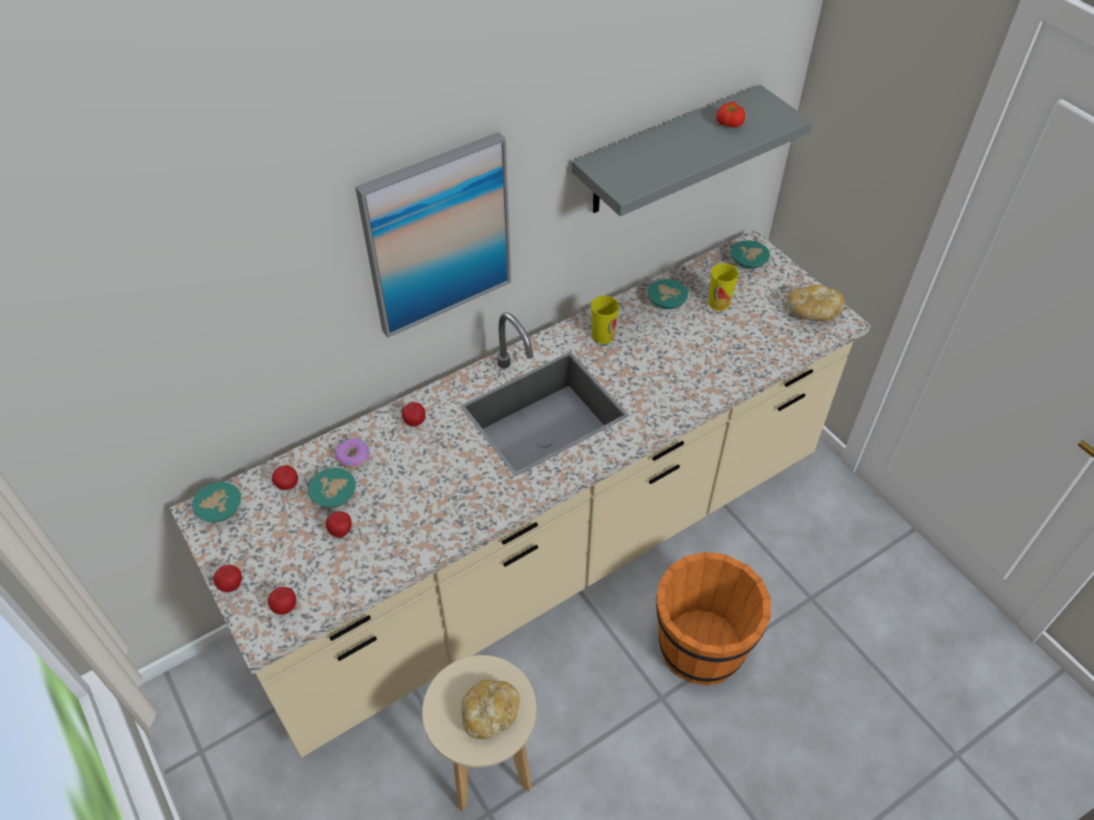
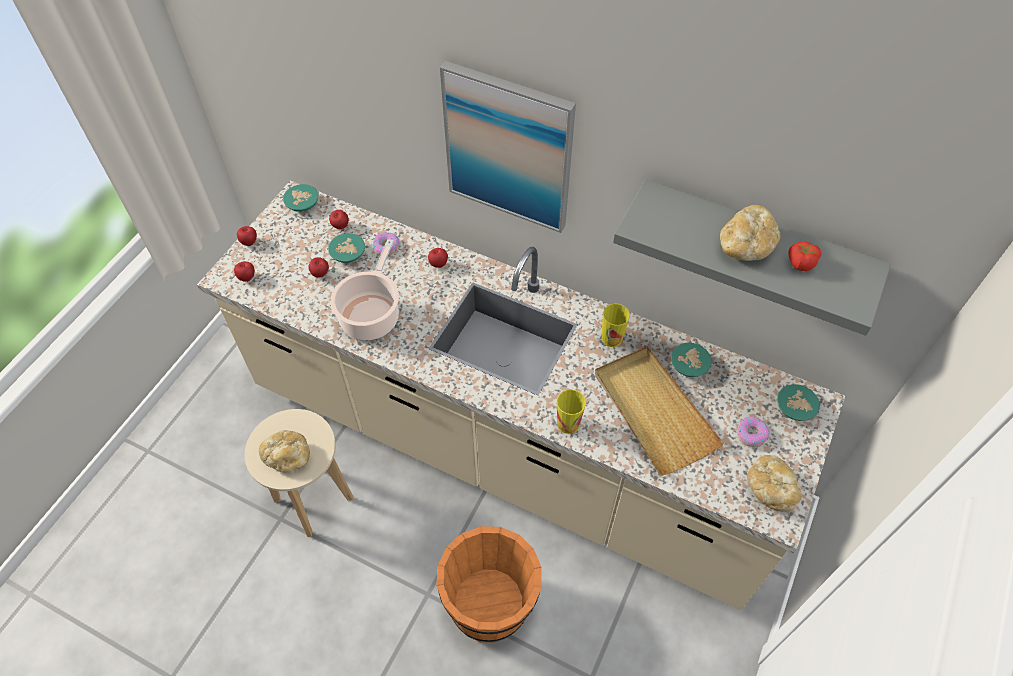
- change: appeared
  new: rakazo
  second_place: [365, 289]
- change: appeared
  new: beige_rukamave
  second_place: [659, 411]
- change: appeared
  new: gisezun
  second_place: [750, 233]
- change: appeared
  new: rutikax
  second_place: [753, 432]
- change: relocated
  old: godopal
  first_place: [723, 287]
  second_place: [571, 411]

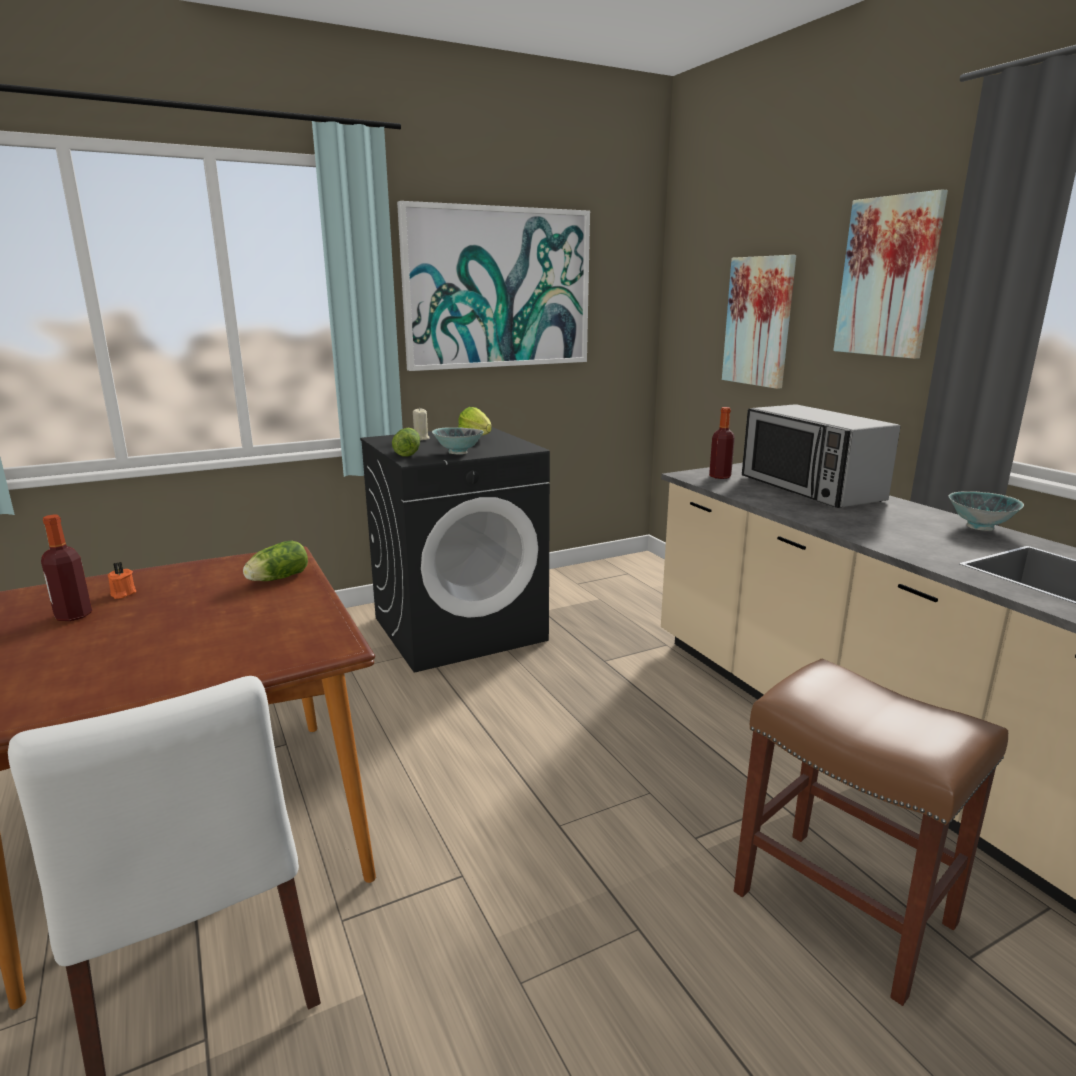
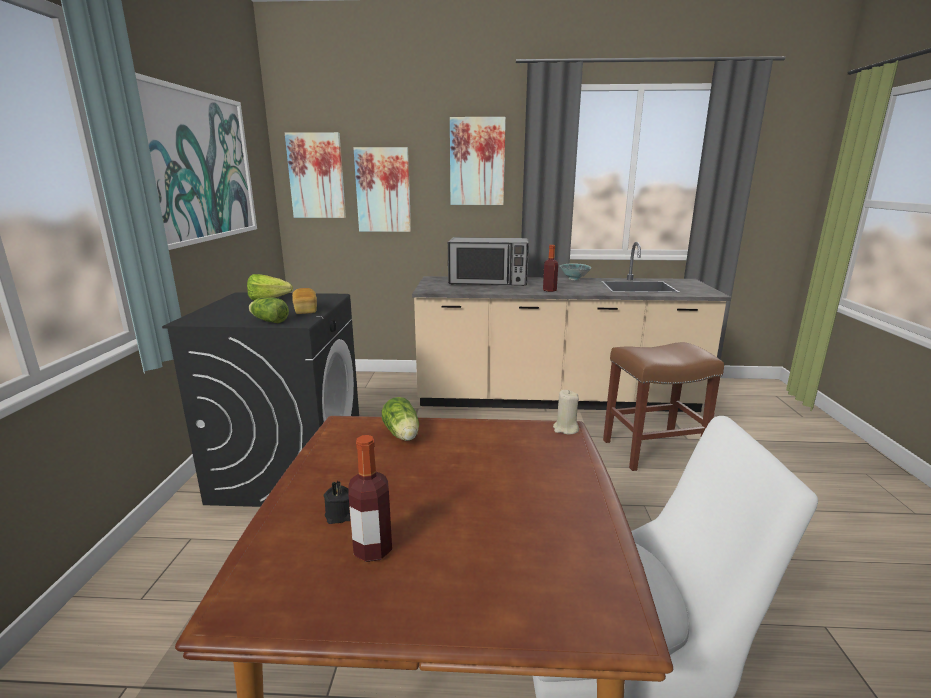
- change: appeared
  new: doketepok
  second_place: [315, 175]
- change: relocated
  old: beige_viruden
  first_place: [421, 424]
  second_place: [566, 412]
- change: relocated
  old: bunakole
  first_place: [722, 443]
  second_place: [550, 268]
- change: exchanged
  old: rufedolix
  new: gisezun
  first_place: [458, 441]
  second_place: [304, 301]
- change: colour
  old: orange_viruden
  new: black_viruden
  first_place: [122, 580]
  second_place: [337, 502]

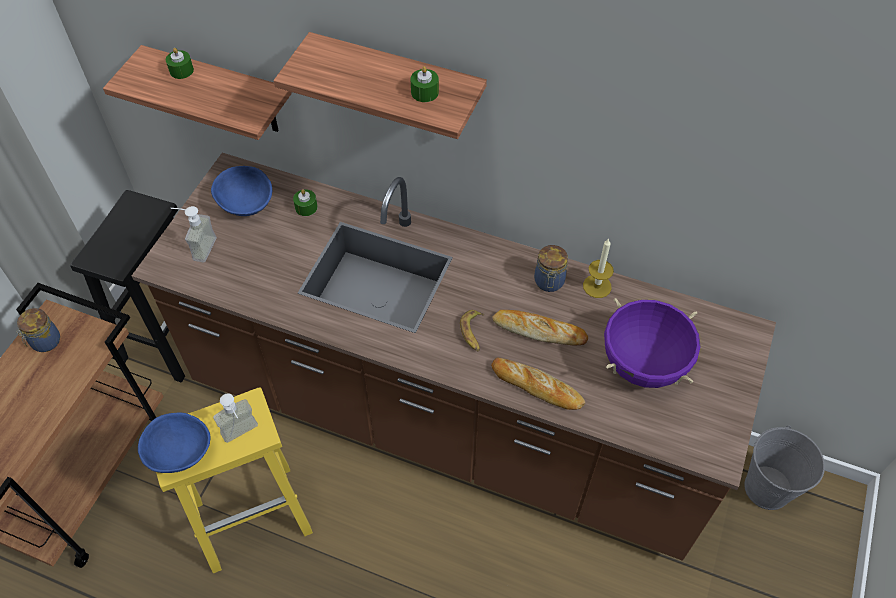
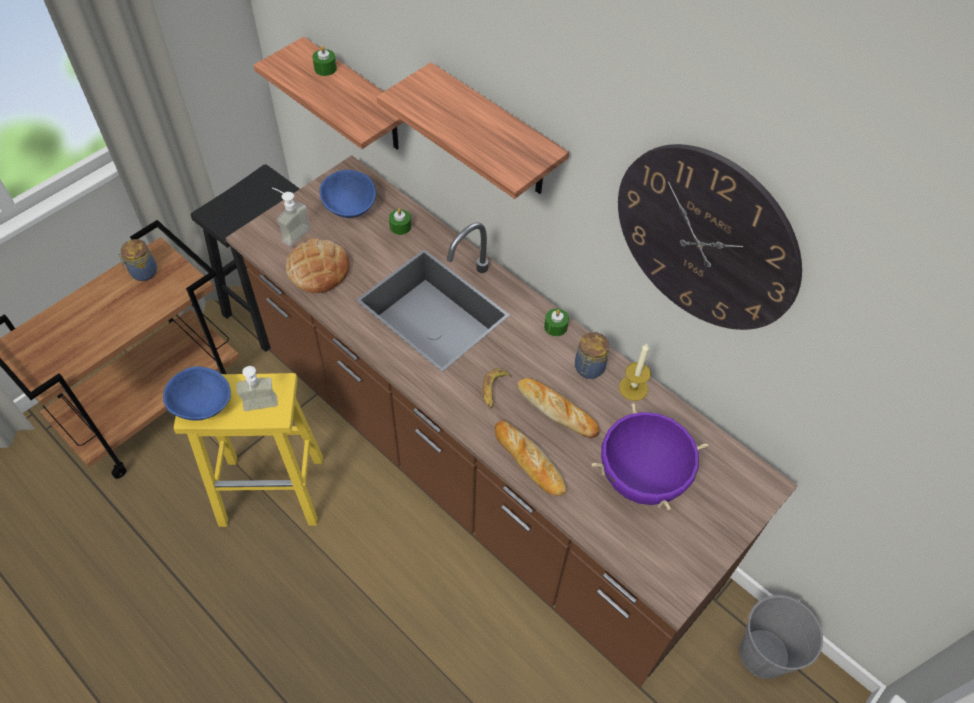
- change: appeared
  new: gisezun
  second_place: [318, 266]
- change: appeared
  new: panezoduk
  second_place: [710, 237]
- change: relocated
  old: green_viruden
  first_place: [425, 84]
  second_place: [556, 322]

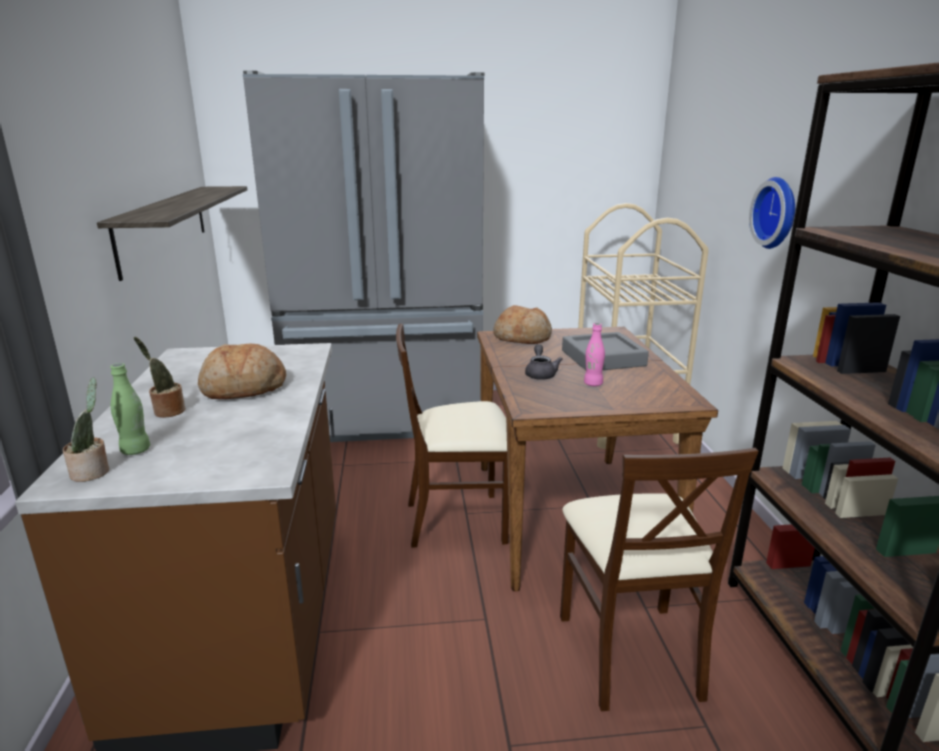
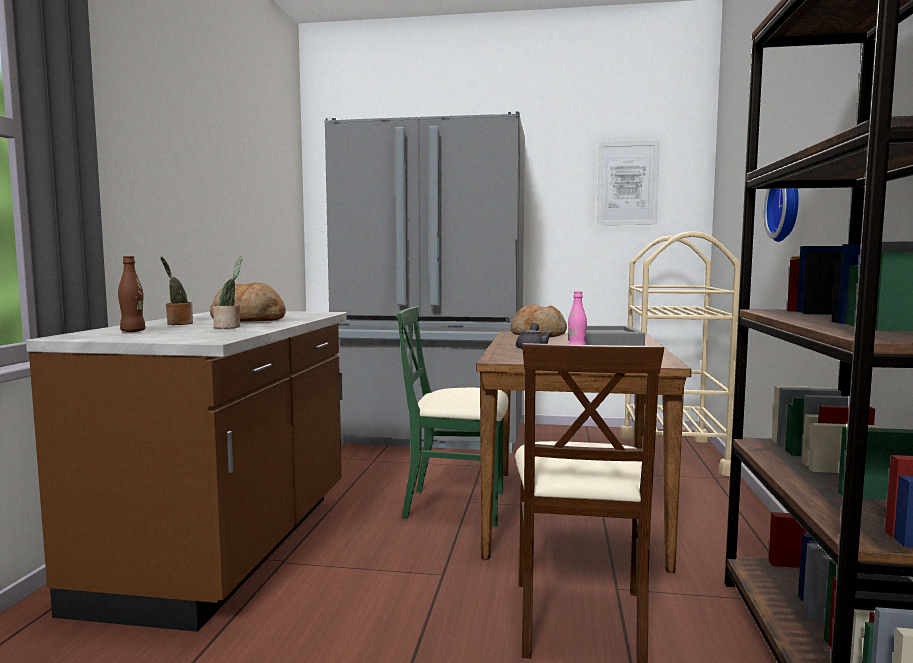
- change: missing
  old: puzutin
  first_place: [172, 233]
- change: appeared
  new: doketepok
  second_place: [628, 182]
- change: relocated
  old: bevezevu
  first_place: [86, 429]
  second_place: [227, 292]
- change: colour
  old: green_bunakole
  new: brown_bunakole
  first_place: [130, 409]
  second_place: [132, 294]
- change: colour
  old: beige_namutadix
  new: green_namutadix
  first_place: [452, 435]
  second_place: [452, 416]

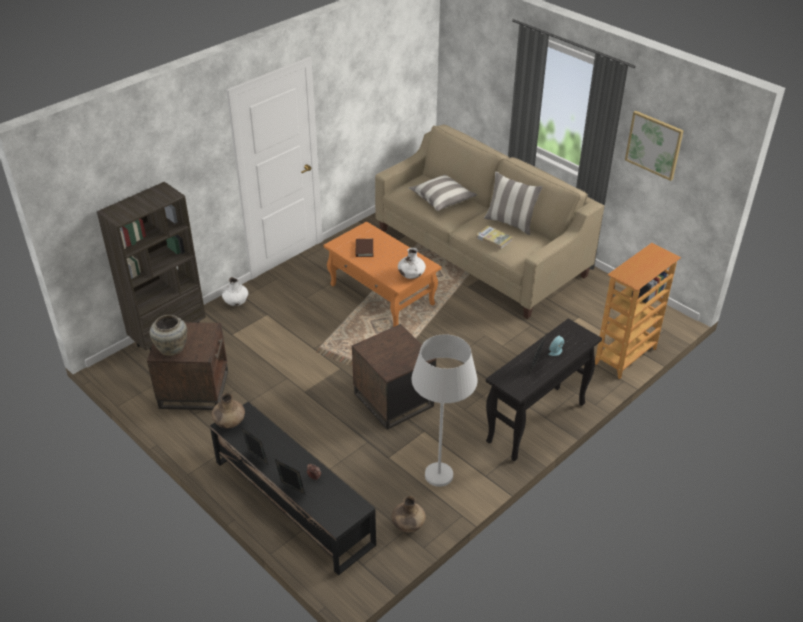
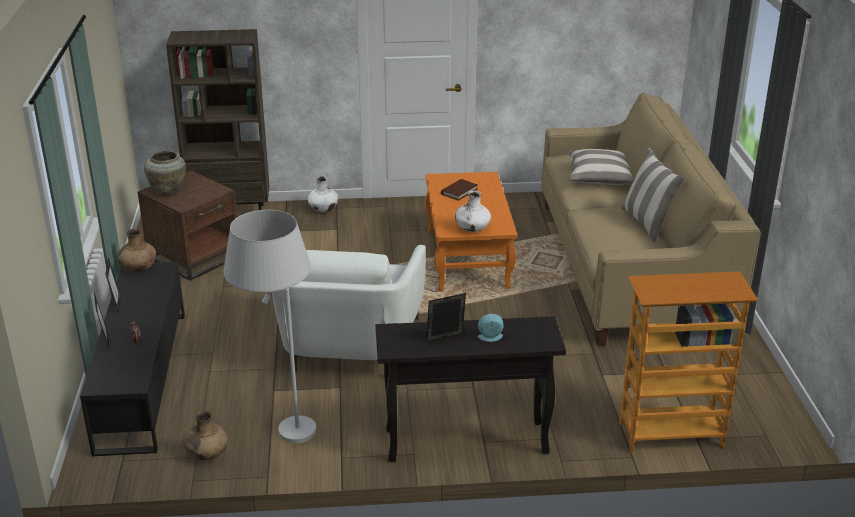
- change: missing
  old: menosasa
  first_place: [494, 237]
- change: missing
  old: doketepok
  first_place: [654, 146]
- change: exchanged
  old: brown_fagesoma
  new: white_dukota
  first_place: [394, 377]
  second_place: [349, 309]

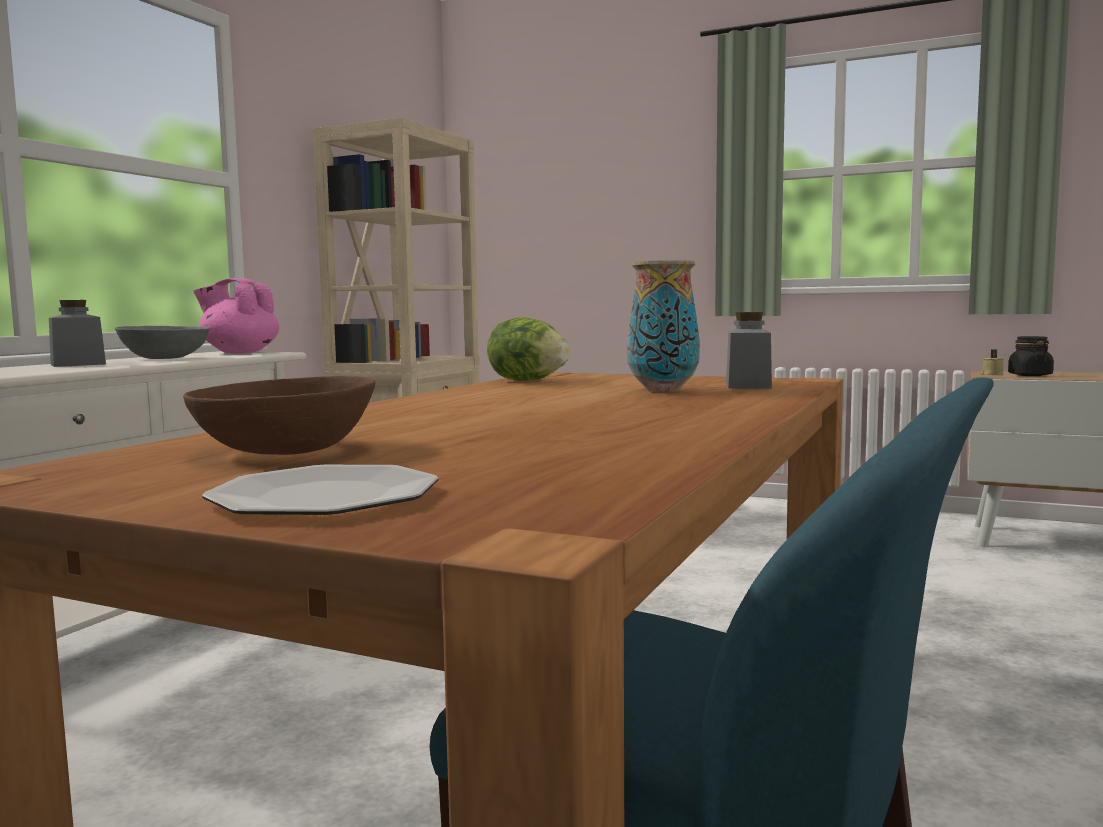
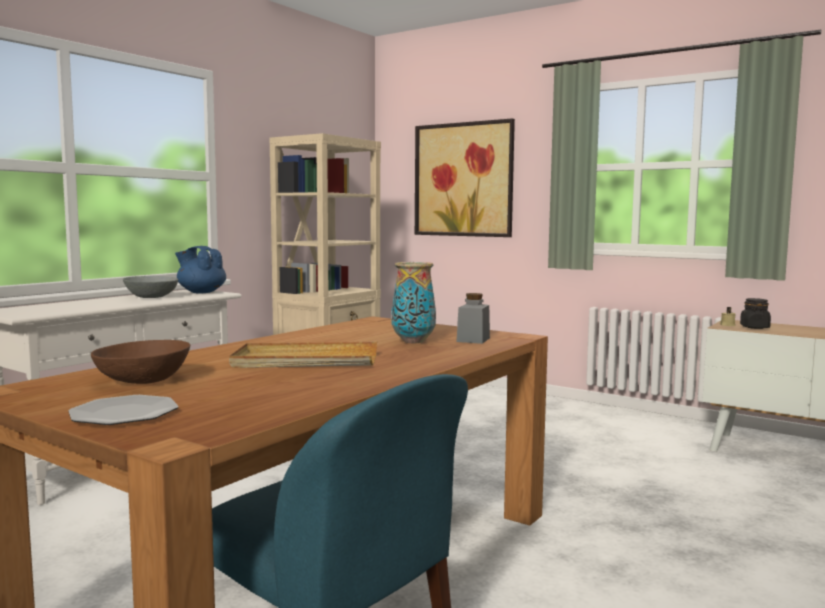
- change: missing
  old: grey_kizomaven
  first_place: [77, 333]
- change: missing
  old: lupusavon
  first_place: [528, 349]
- change: appeared
  new: beige_rukamave
  second_place: [303, 355]
- change: appeared
  new: doketepok
  second_place: [465, 177]
- change: colour
  old: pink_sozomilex
  new: blue_sozomilex
  first_place: [236, 316]
  second_place: [200, 269]

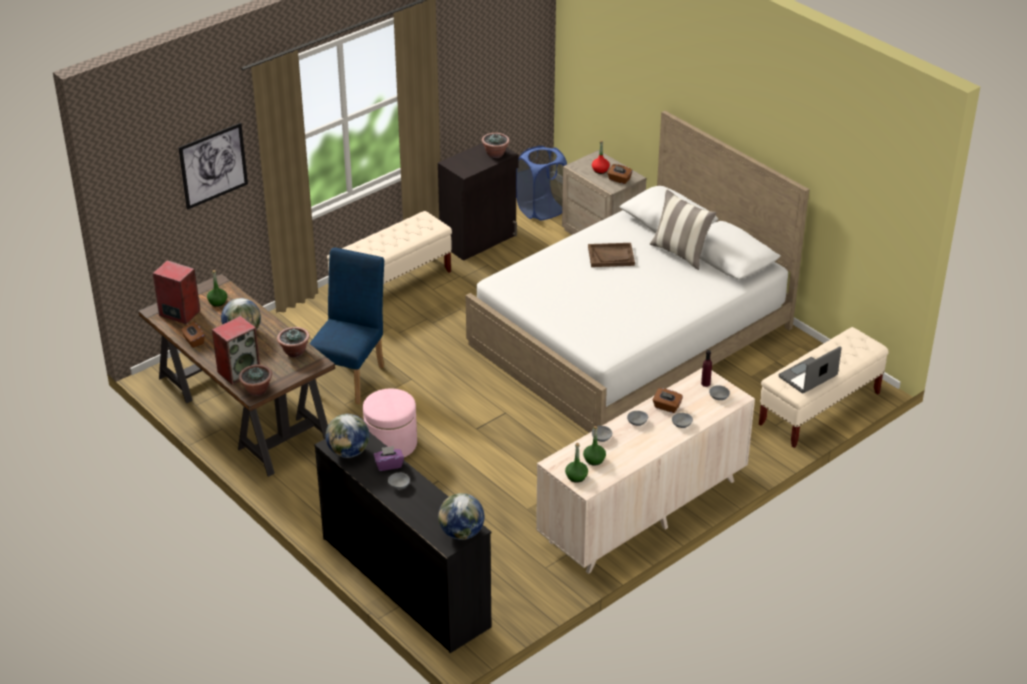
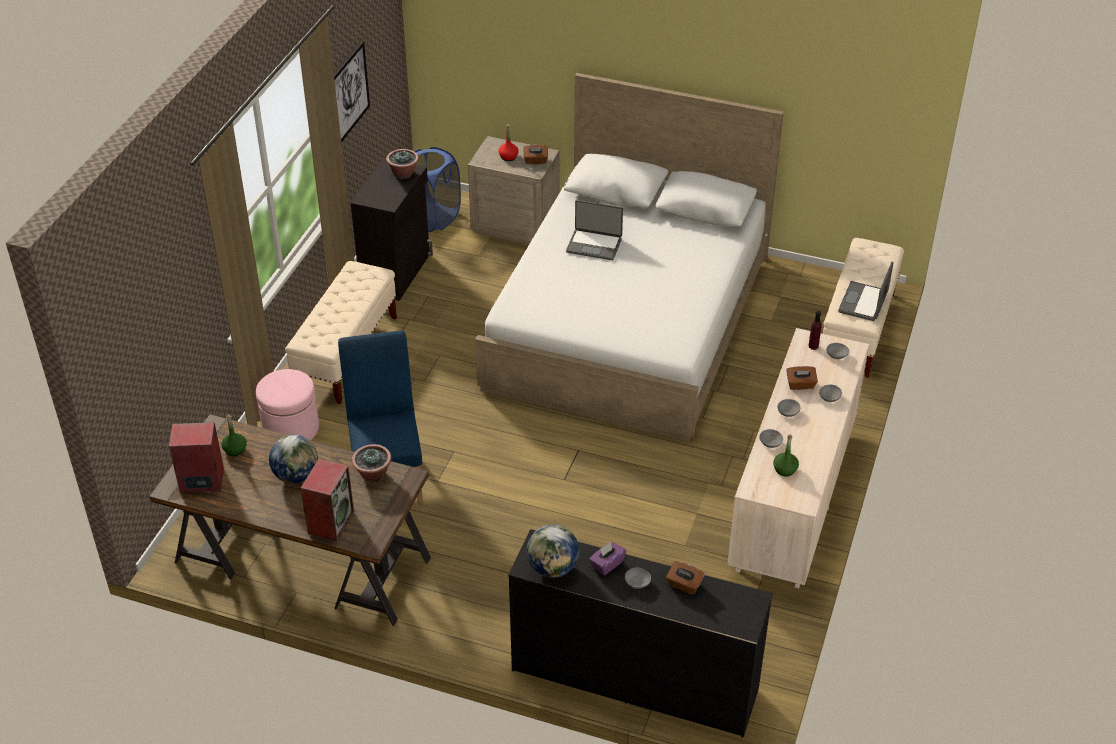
- change: missing
  old: bevezevu
  first_place: [255, 380]
- change: missing
  old: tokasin
  first_place: [461, 516]
- change: missing
  old: green_bunakole
  first_place: [576, 463]
- change: missing
  old: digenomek
  first_place: [682, 229]
- change: relocated
  old: doketepok
  first_place: [213, 166]
  second_place: [352, 92]
- change: relocated
  old: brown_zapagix
  first_place: [193, 335]
  second_place: [685, 578]
- change: relocated
  old: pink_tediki
  first_place: [390, 422]
  second_place: [287, 404]
- change: exchanged
  old: brown_rukamave
  new: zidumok
  first_place: [611, 255]
  second_place: [594, 230]

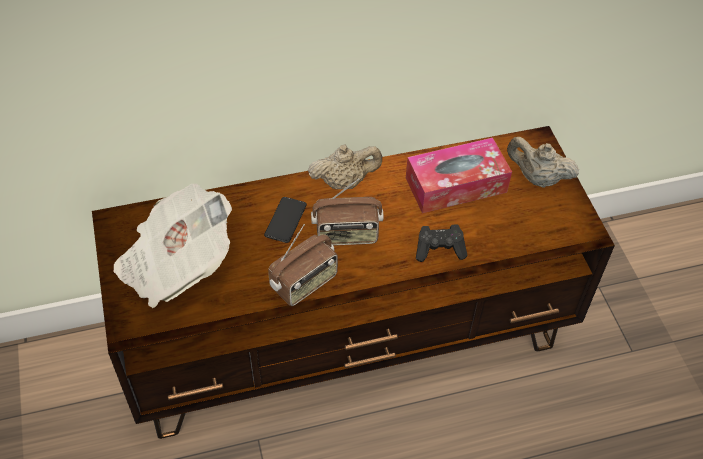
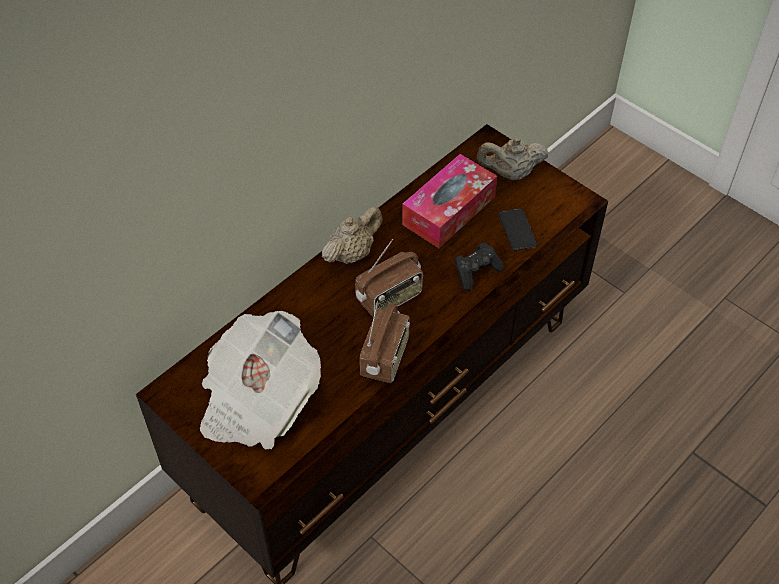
- change: relocated
  old: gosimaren
  first_place: [285, 220]
  second_place: [517, 229]

